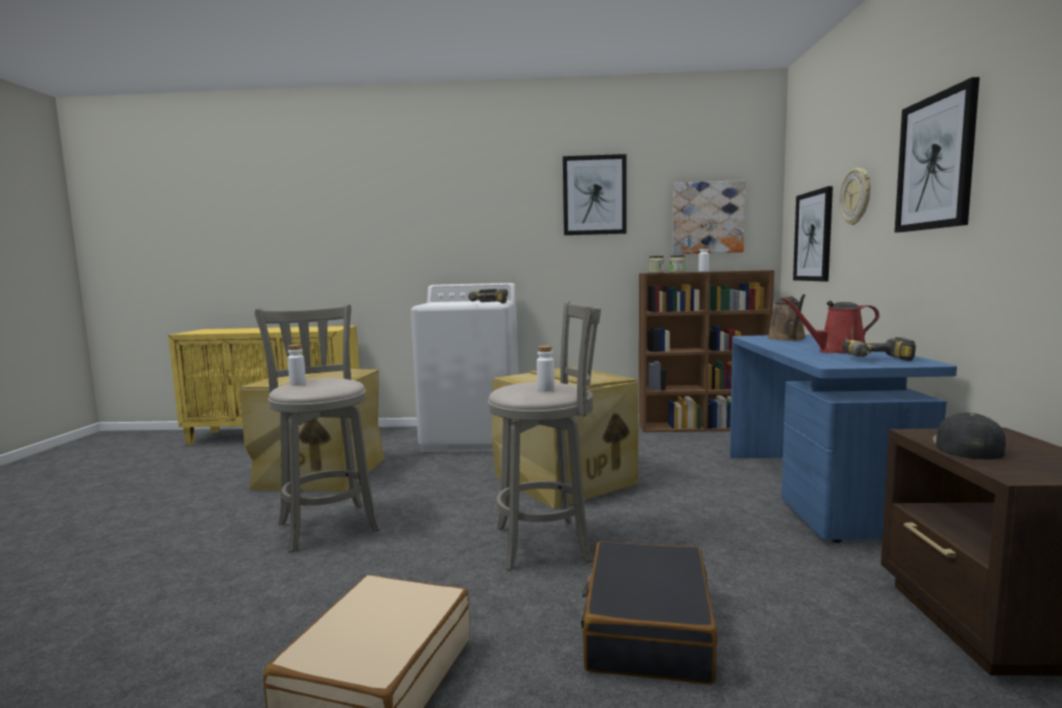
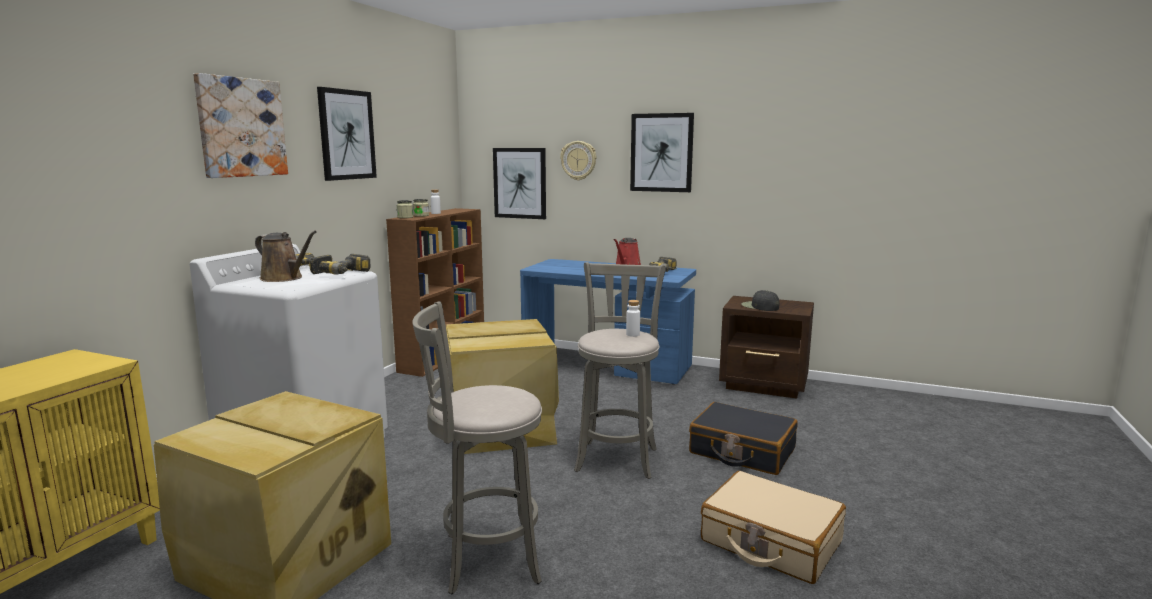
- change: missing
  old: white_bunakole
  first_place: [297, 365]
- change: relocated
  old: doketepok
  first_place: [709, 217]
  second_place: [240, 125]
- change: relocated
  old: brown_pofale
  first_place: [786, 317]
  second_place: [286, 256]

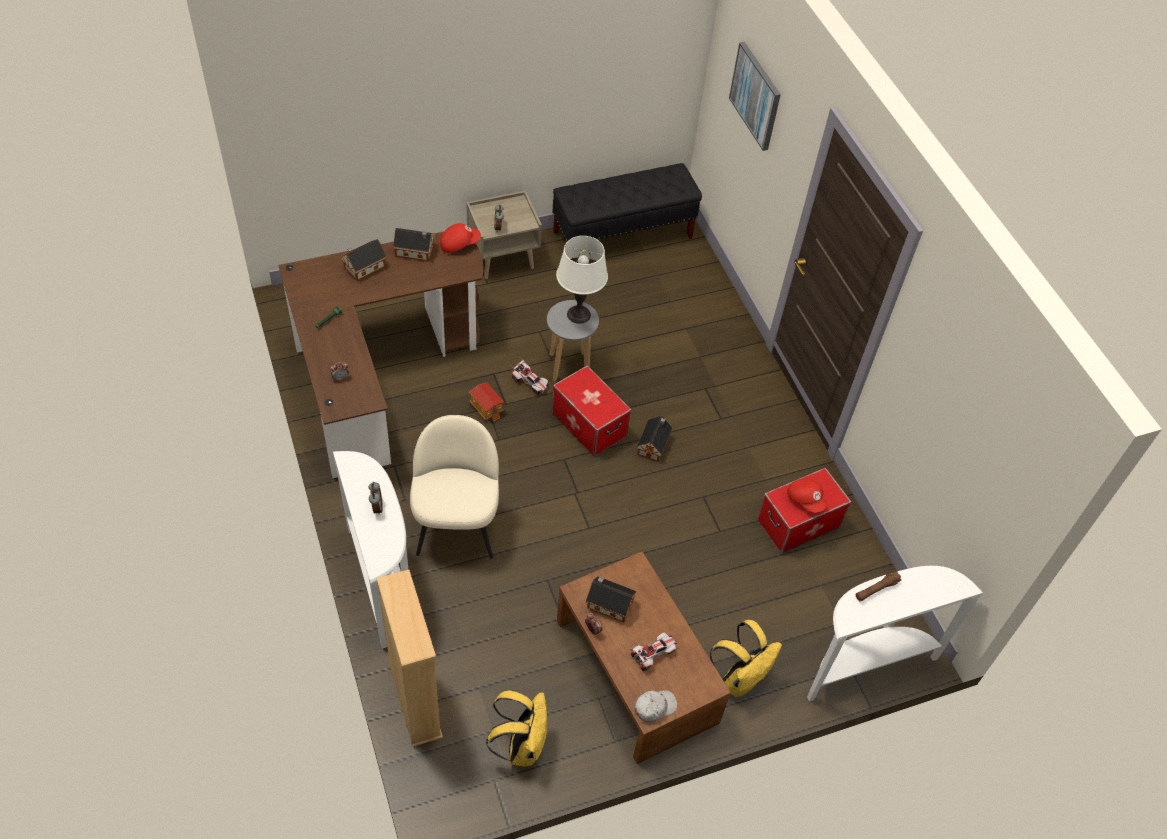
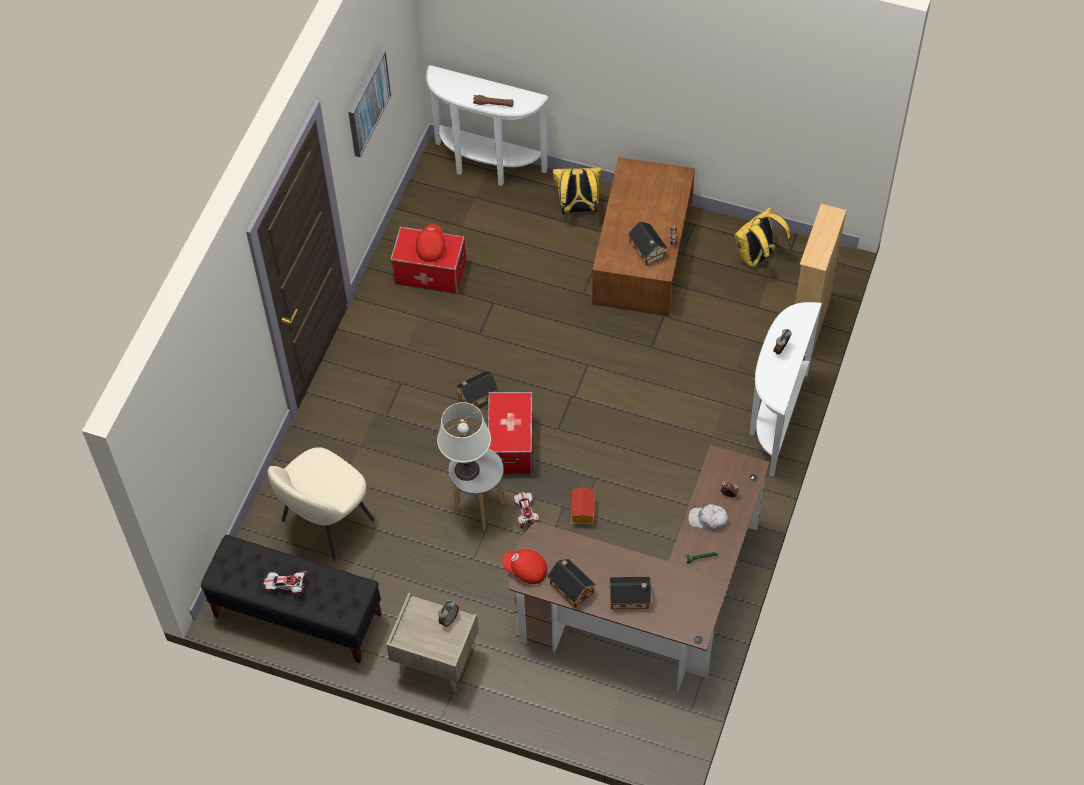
- change: relocated
  old: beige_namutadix
  first_place: [454, 487]
  second_place: [321, 504]
- change: relocated
  old: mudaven
  first_place: [653, 651]
  second_place: [284, 584]
- change: relocated
  old: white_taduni
  first_place: [656, 706]
  second_place: [708, 517]
- change: relocated
  old: doketepok
  first_place: [755, 96]
  second_place: [369, 103]

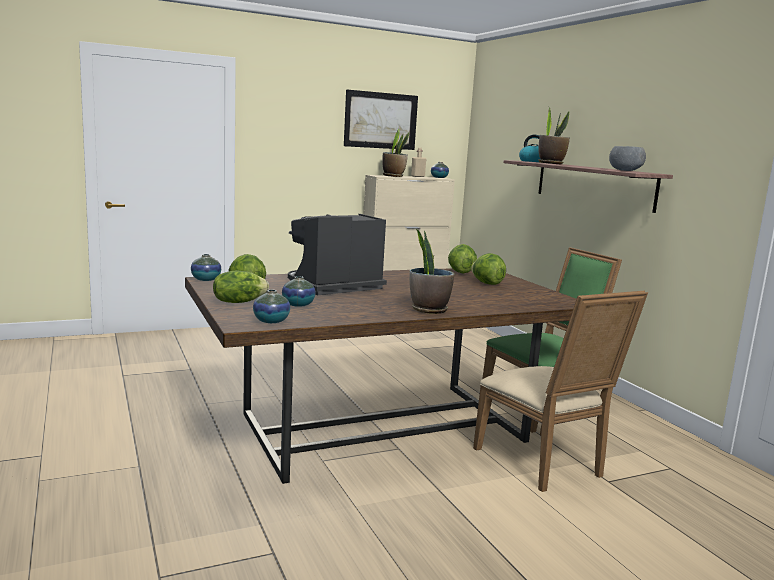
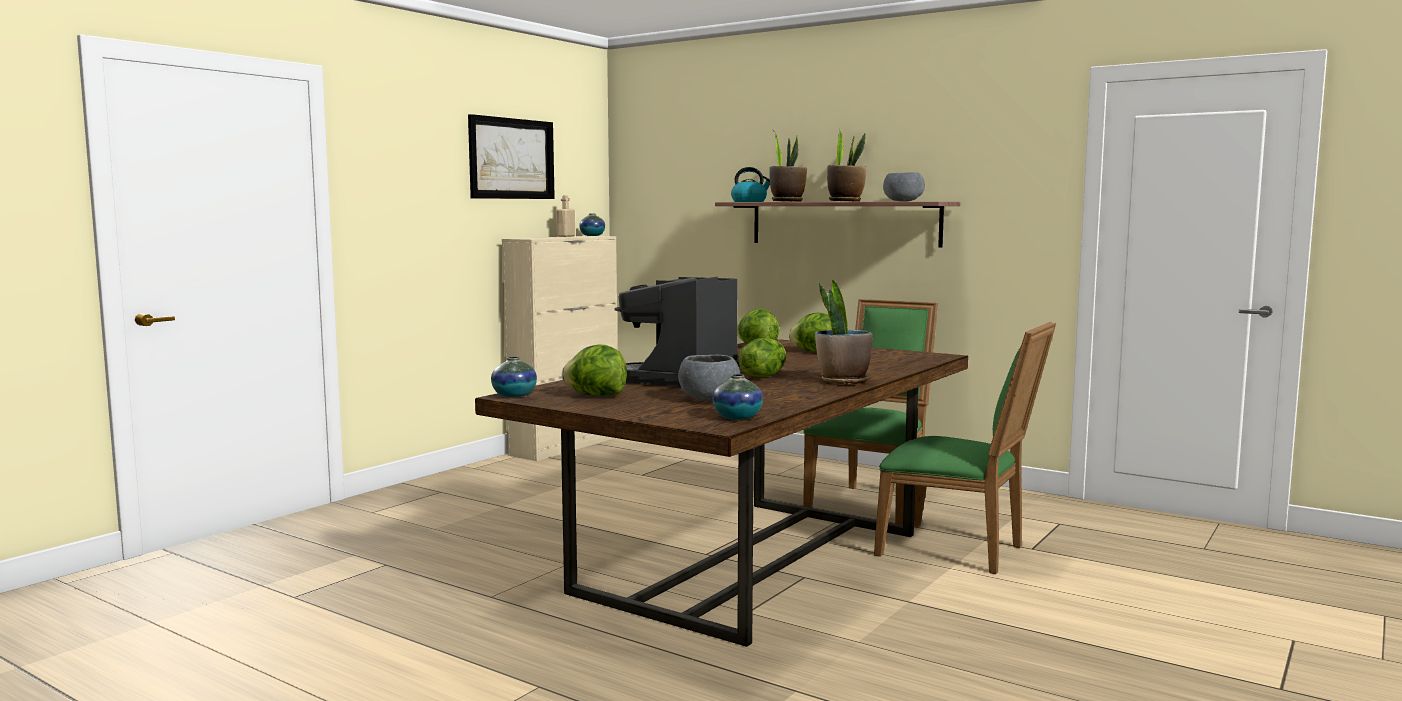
- change: relocated
  old: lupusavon
  first_place: [241, 286]
  second_place: [762, 358]
- change: relocated
  old: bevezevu
  first_place: [395, 153]
  second_place: [847, 165]
- change: exchanged
  old: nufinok
  new: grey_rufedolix
  first_place: [298, 291]
  second_place: [709, 378]
- change: colour
  old: beige_namutadix
  new: green_namutadix
  first_place: [560, 391]
  second_place: [965, 448]

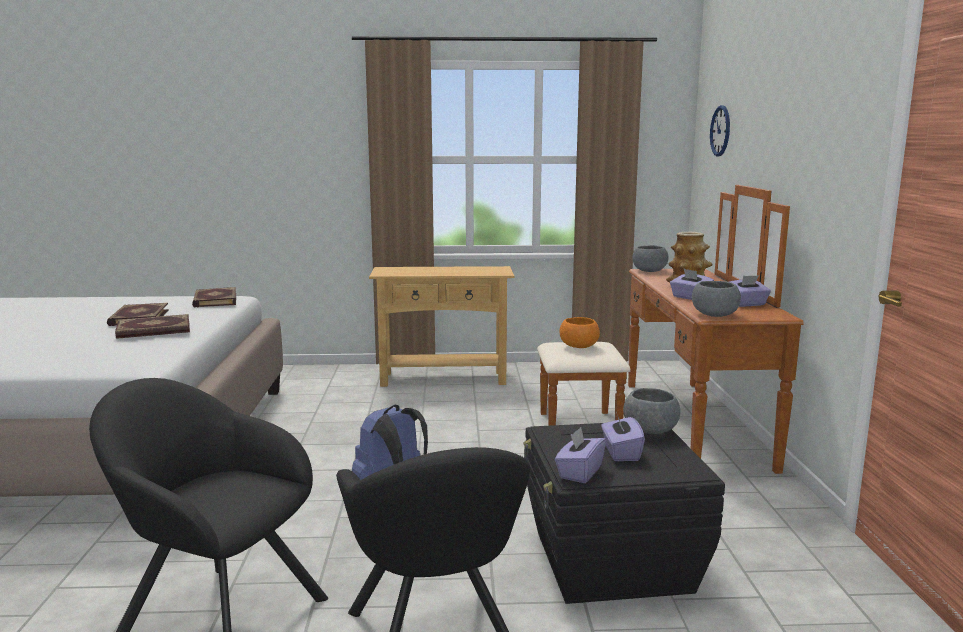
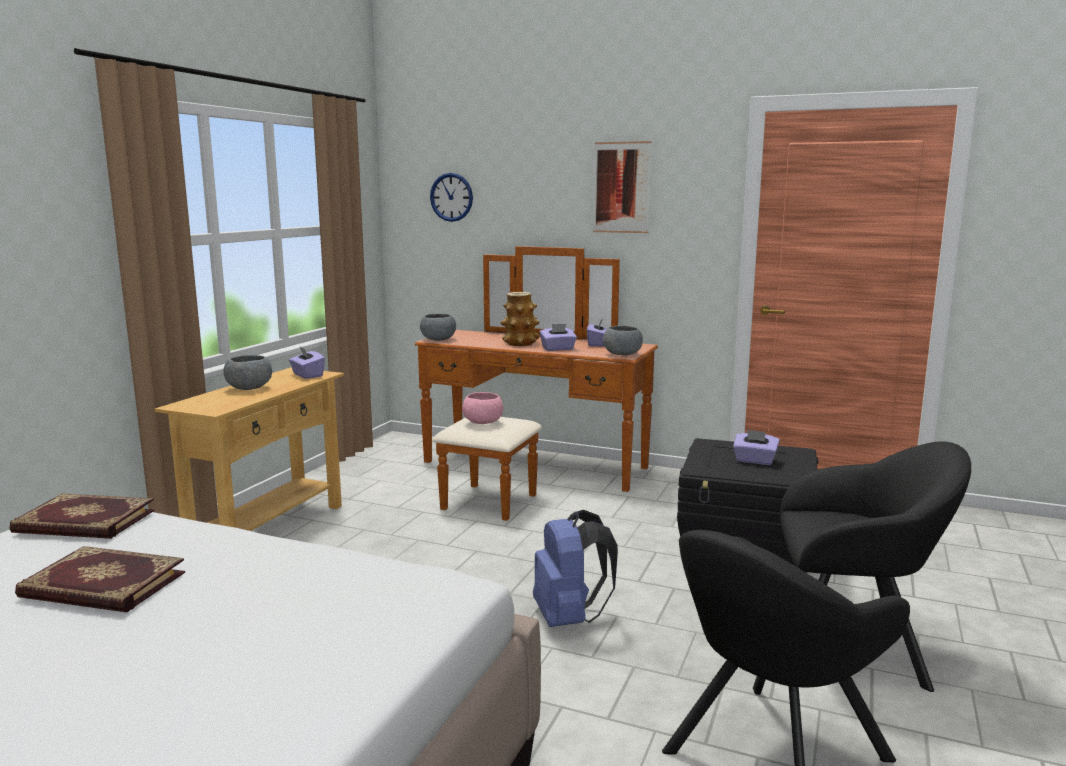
- change: missing
  old: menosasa
  first_place: [152, 326]
- change: appeared
  new: doketepok
  second_place: [622, 187]
- change: relocated
  old: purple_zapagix
  first_place: [580, 455]
  second_place: [307, 363]
- change: relocated
  old: grey_rufedolix
  first_place: [651, 411]
  second_place: [248, 372]
- change: colour
  old: orange_rufedolix
  new: pink_rufedolix
  first_place: [579, 332]
  second_place: [482, 408]

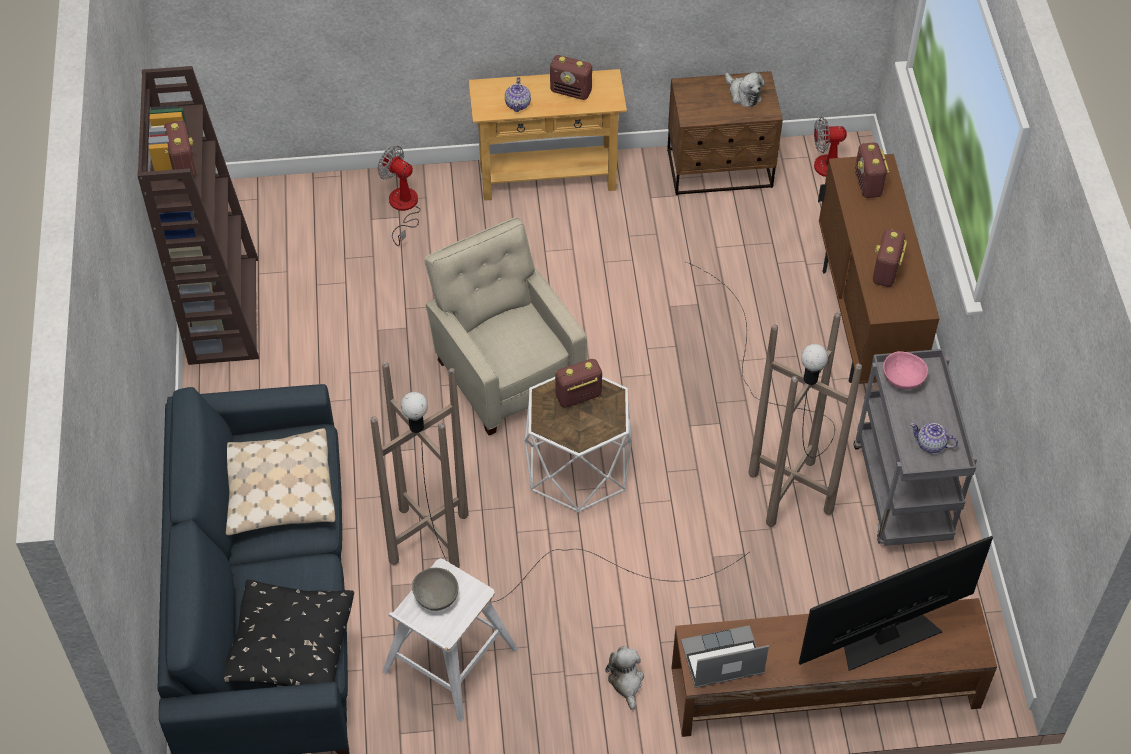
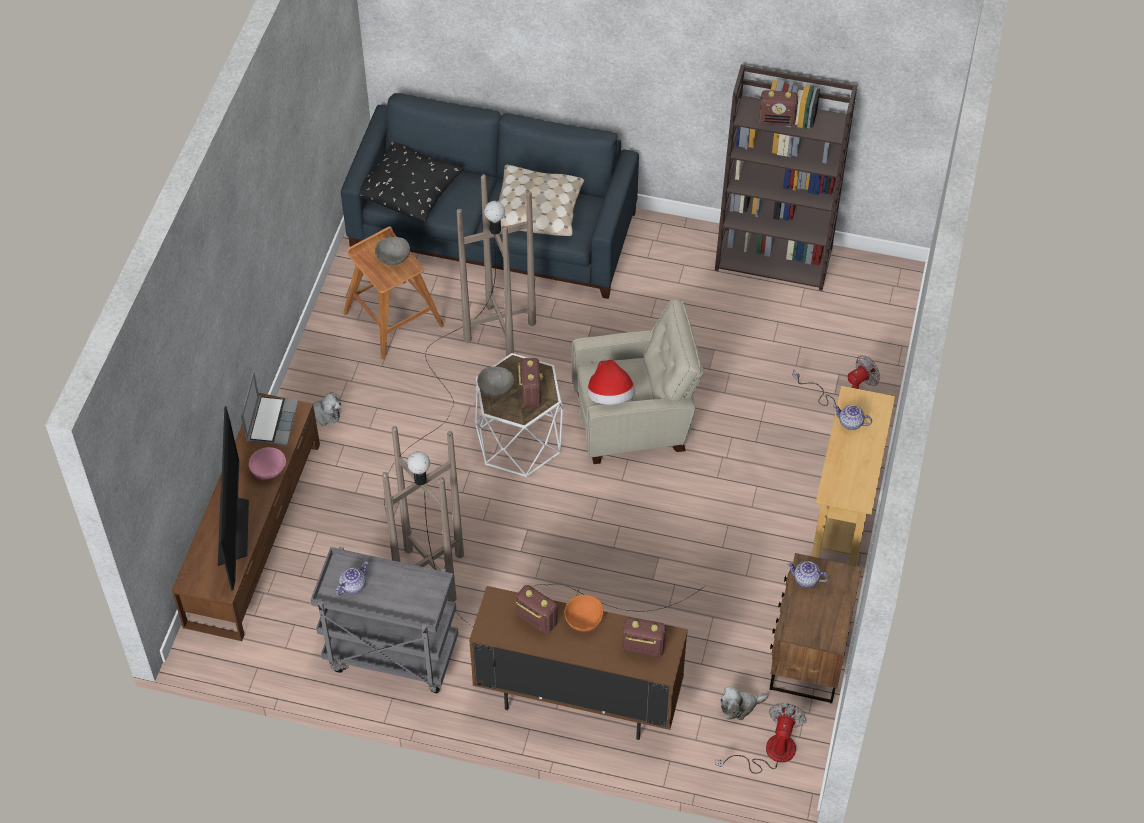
- change: missing
  old: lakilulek
  first_place: [571, 77]
- change: appeared
  new: grey_rufedolix
  second_place: [495, 382]
- change: appeared
  new: orange_rufedolix
  second_place: [584, 613]
- change: appeared
  new: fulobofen
  second_place: [611, 382]
- change: appeared
  new: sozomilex
  second_place: [808, 574]
- change: relocated
  old: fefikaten
  first_place: [745, 89]
  second_place: [744, 702]
- change: relocated
  old: pink_rufedolix
  first_place: [905, 370]
  second_place: [267, 463]
- change: colour
  old: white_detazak
  new: brown_detazak
  first_place: [450, 640]
  second_place: [393, 293]

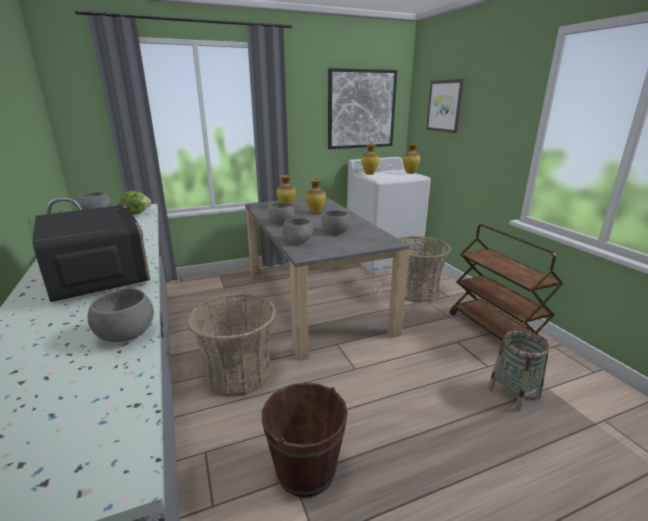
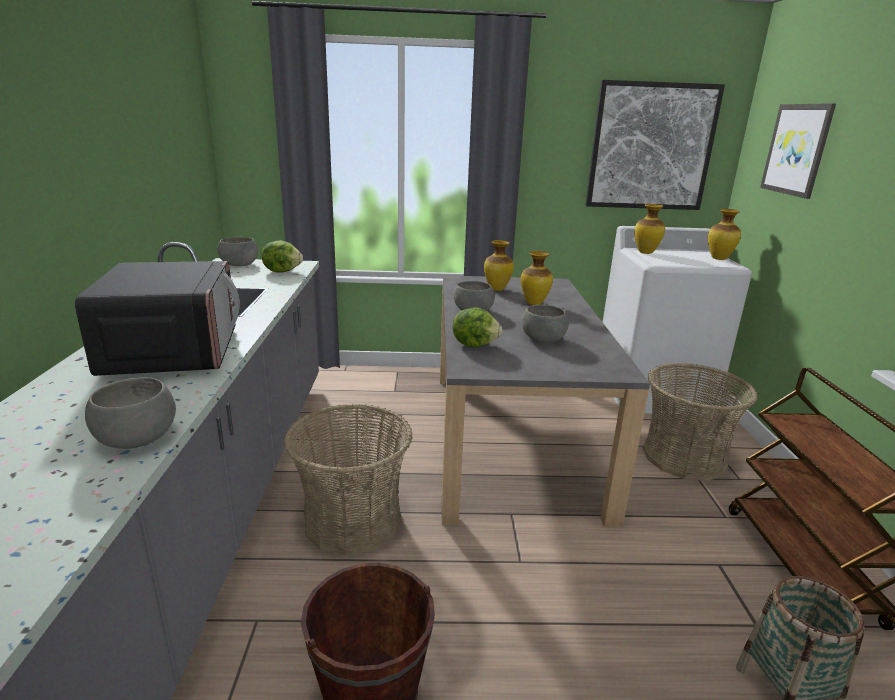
- change: exchanged
  old: grey_rufedolix
  new: lupusavon
  first_place: [297, 231]
  second_place: [477, 327]

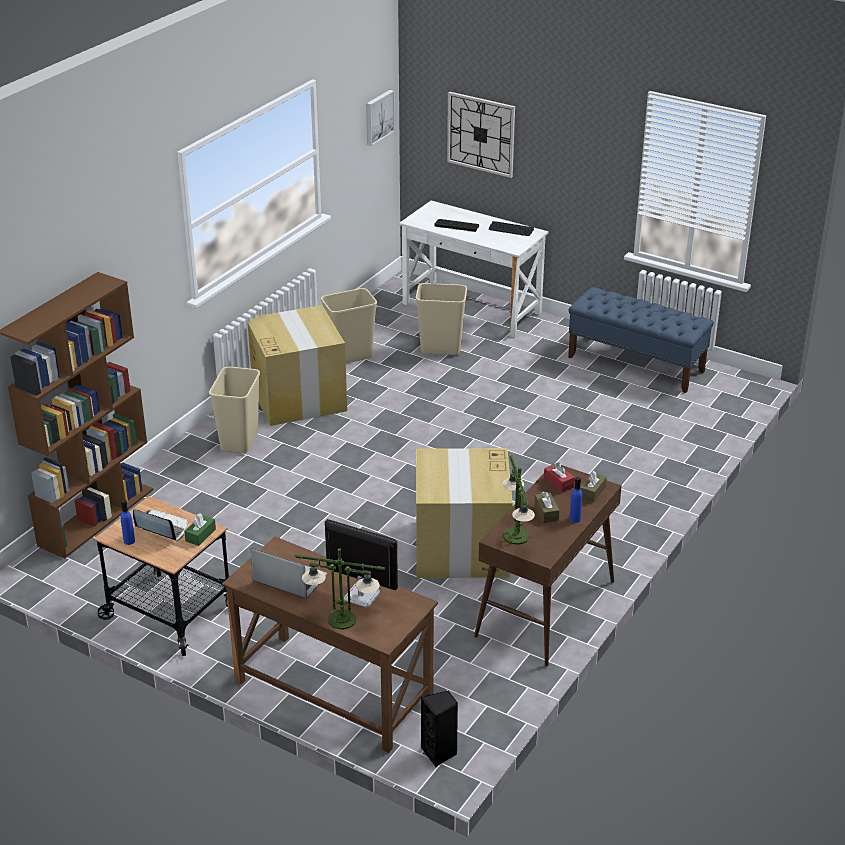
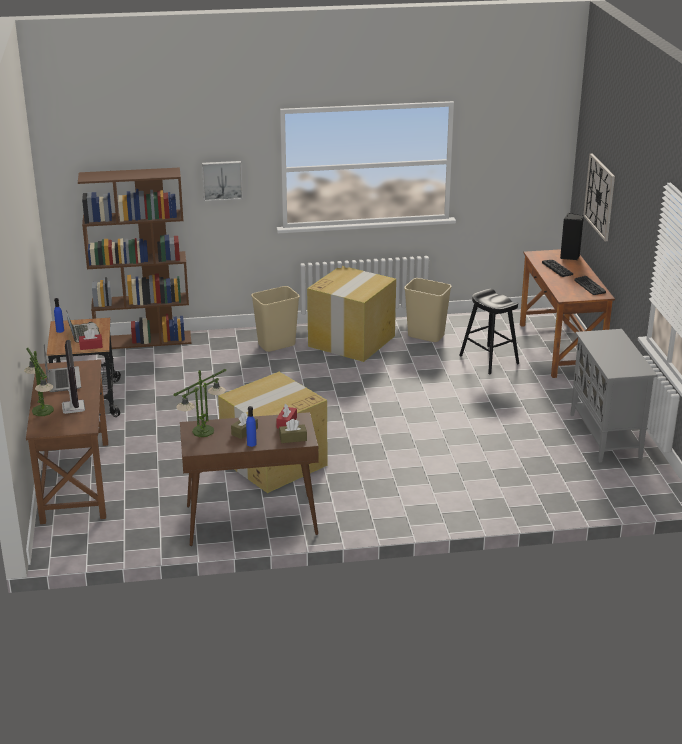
- change: relocated
  old: doketepok
  first_place: [380, 118]
  second_place: [222, 181]
- change: relocated
  old: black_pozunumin
  first_place: [439, 728]
  second_place: [572, 236]
- change: exchanged
  old: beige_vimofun
  new: black_detazak
  first_place: [441, 319]
  second_place: [489, 331]
- change: exchanged
  old: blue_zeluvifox
  new: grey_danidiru
  first_place: [641, 340]
  second_place: [613, 396]
- change: colour
  old: green_zapagix
  new: red_zapagix
  first_place: [200, 529]
  second_place: [91, 339]
- change: colour
  old: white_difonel
  new: brown_difonel
  first_place: [474, 269]
  second_place: [567, 313]

